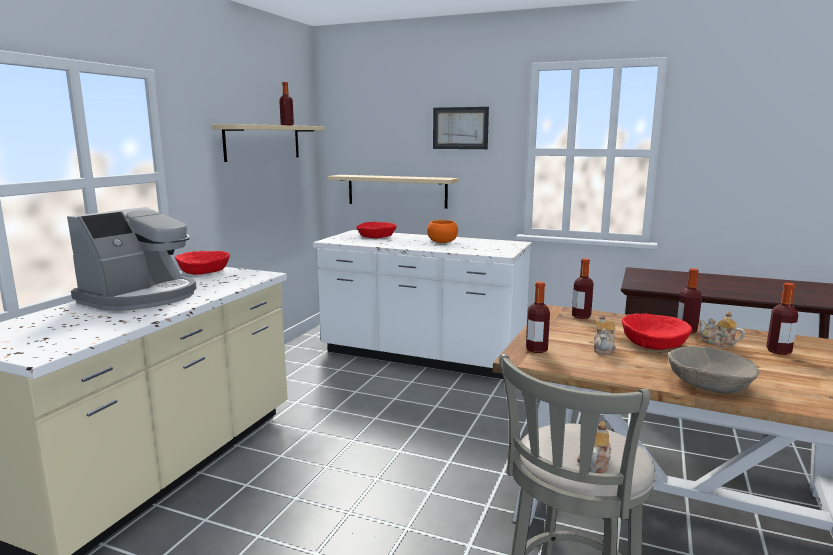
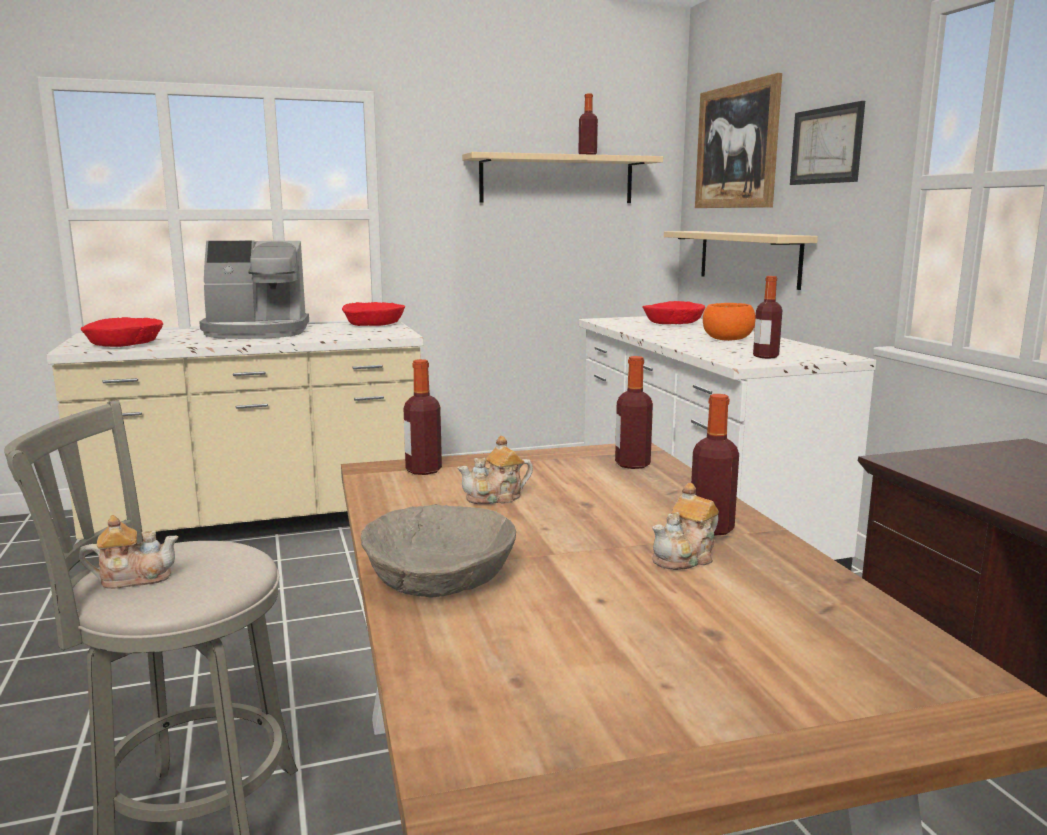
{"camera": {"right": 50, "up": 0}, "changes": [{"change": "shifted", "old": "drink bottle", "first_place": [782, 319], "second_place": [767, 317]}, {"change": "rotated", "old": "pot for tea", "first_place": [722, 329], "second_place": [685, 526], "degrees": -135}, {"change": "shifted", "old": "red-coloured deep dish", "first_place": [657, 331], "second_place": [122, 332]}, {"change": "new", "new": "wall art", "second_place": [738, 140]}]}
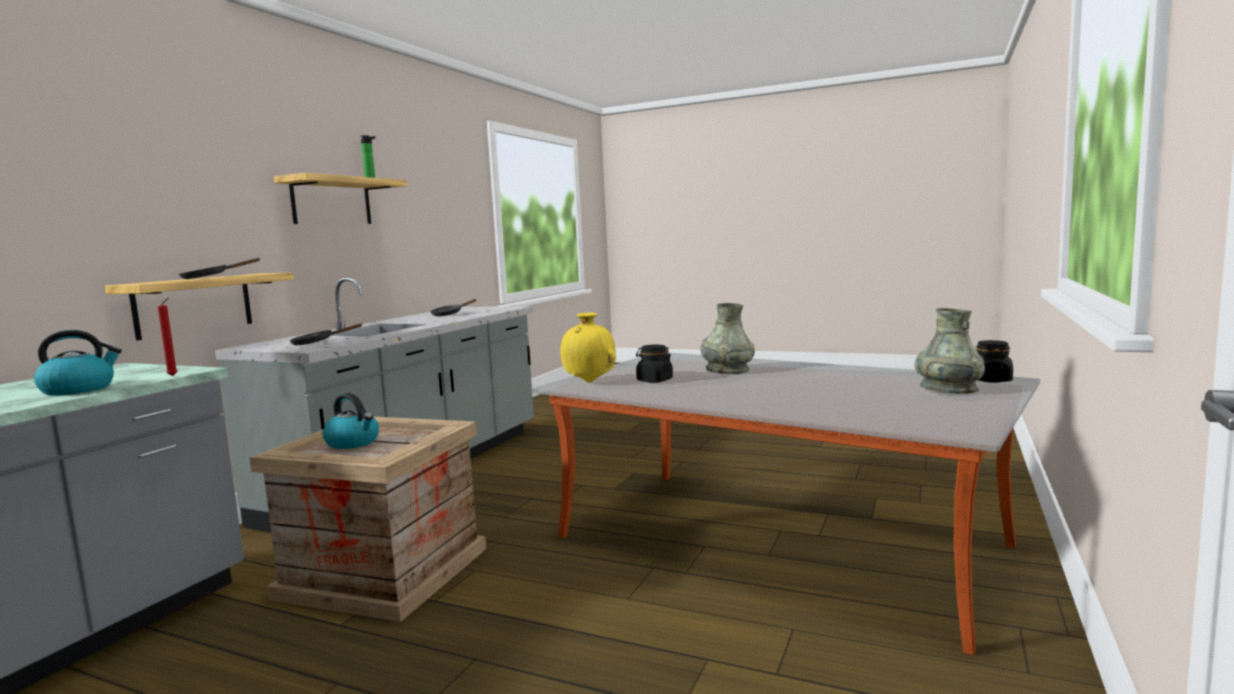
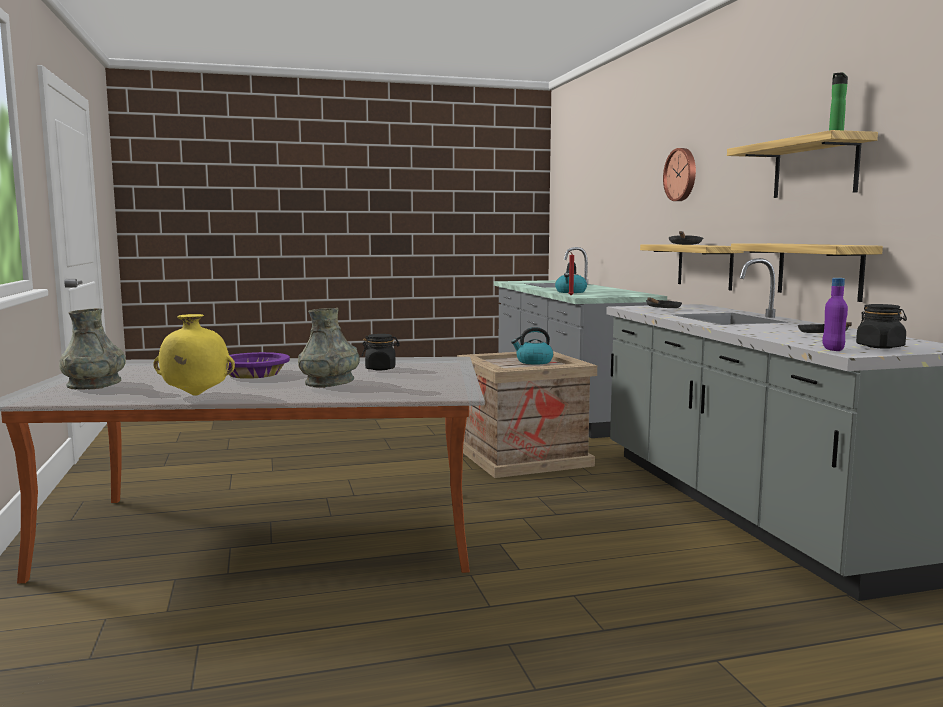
{"camera": {"right": 140, "up": 0}, "changes": [{"change": "shifted", "old": "yellowish vase", "first_place": [588, 347], "second_place": [194, 355]}, {"change": "shifted", "old": "black-coloured preserve jar", "first_place": [994, 361], "second_place": [881, 326]}, {"change": "new", "new": "wall clock", "second_place": [679, 174]}, {"change": "new", "new": "shelf", "second_place": [807, 272]}, {"change": "new", "new": "purple-coloured drink bottle", "second_place": [835, 314]}, {"change": "new", "new": "purple-coloured deep dish", "second_place": [259, 365]}]}
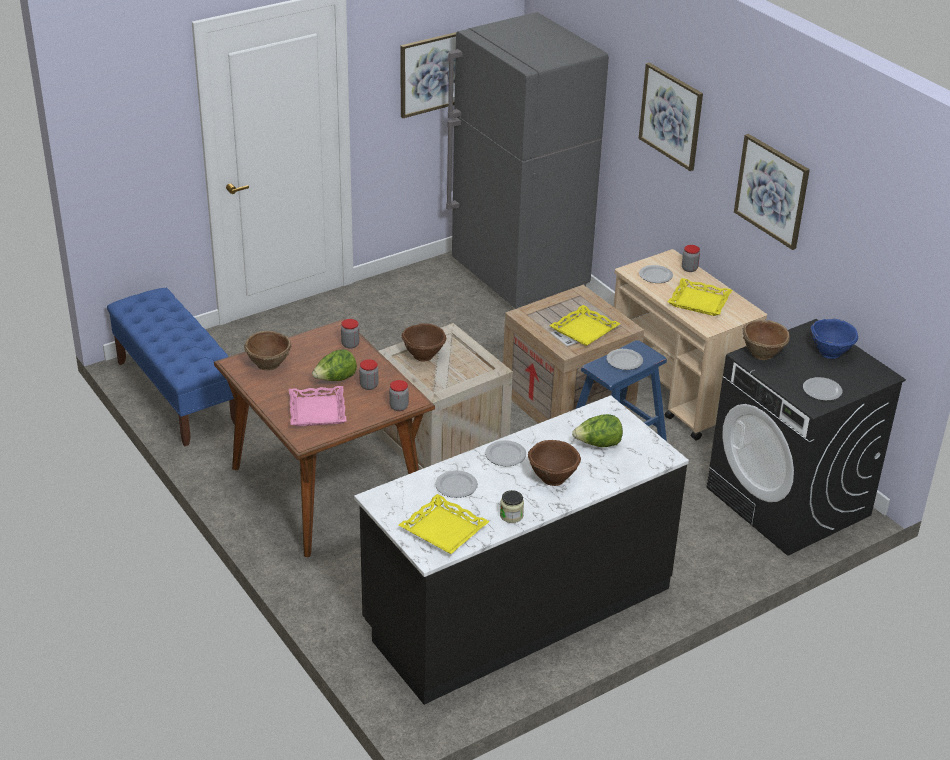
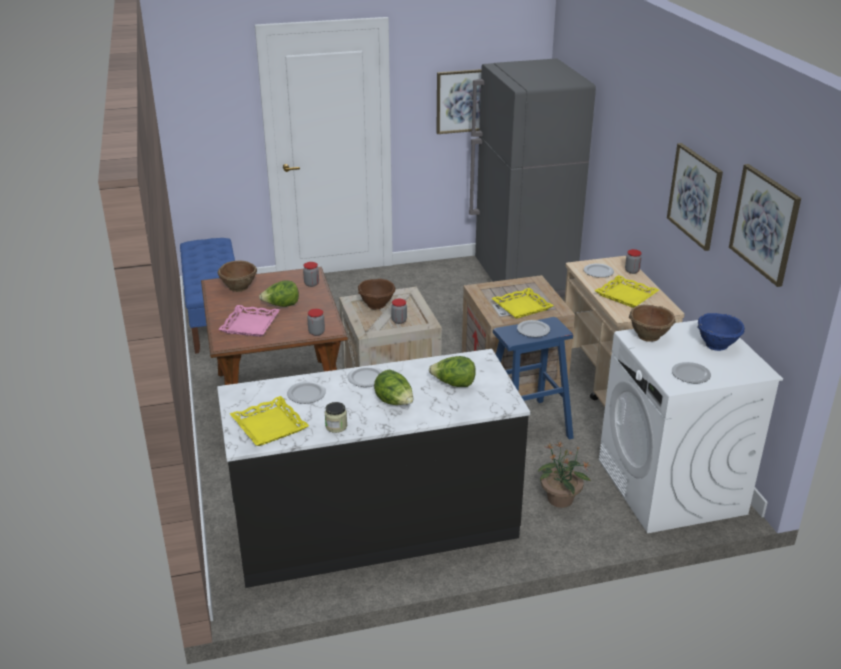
{"camera": {"right": 20, "up": -5}, "changes": [{"change": "shifted", "old": "wall art", "first_place": [671, 117], "second_place": [765, 225]}, {"change": "repainted", "old": "black-coloured washing machine", "new": "white washing machine", "first_place": [806, 437], "second_place": [691, 426]}, {"change": "shifted", "old": "preserve jar", "first_place": [368, 374], "second_place": [399, 311]}, {"change": "swapped", "old": "brown-coloured deep dish", "new": "lettuce head", "first_place": [554, 463], "second_place": [393, 387]}, {"change": "new", "new": "potted plant", "second_place": [564, 475]}]}
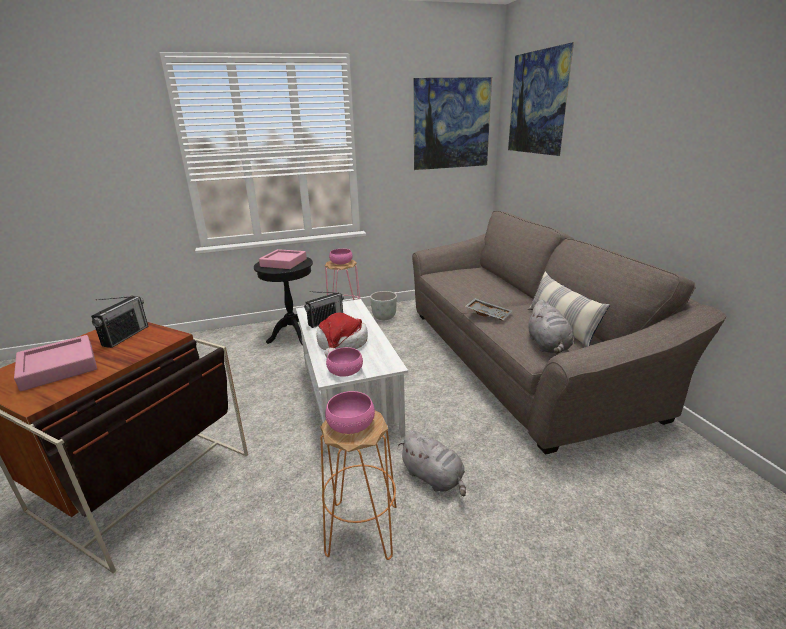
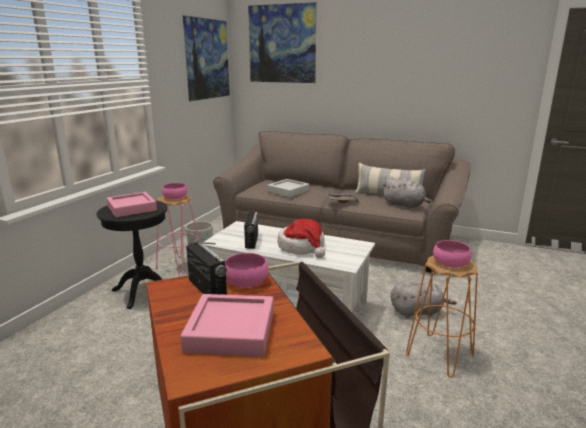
{"camera": {"right": -50, "up": -5}, "changes": [{"change": "shifted", "old": "pink-coloured deep dish", "first_place": [344, 362], "second_place": [247, 270]}, {"change": "new", "new": "gray serving tray", "second_place": [288, 188]}]}
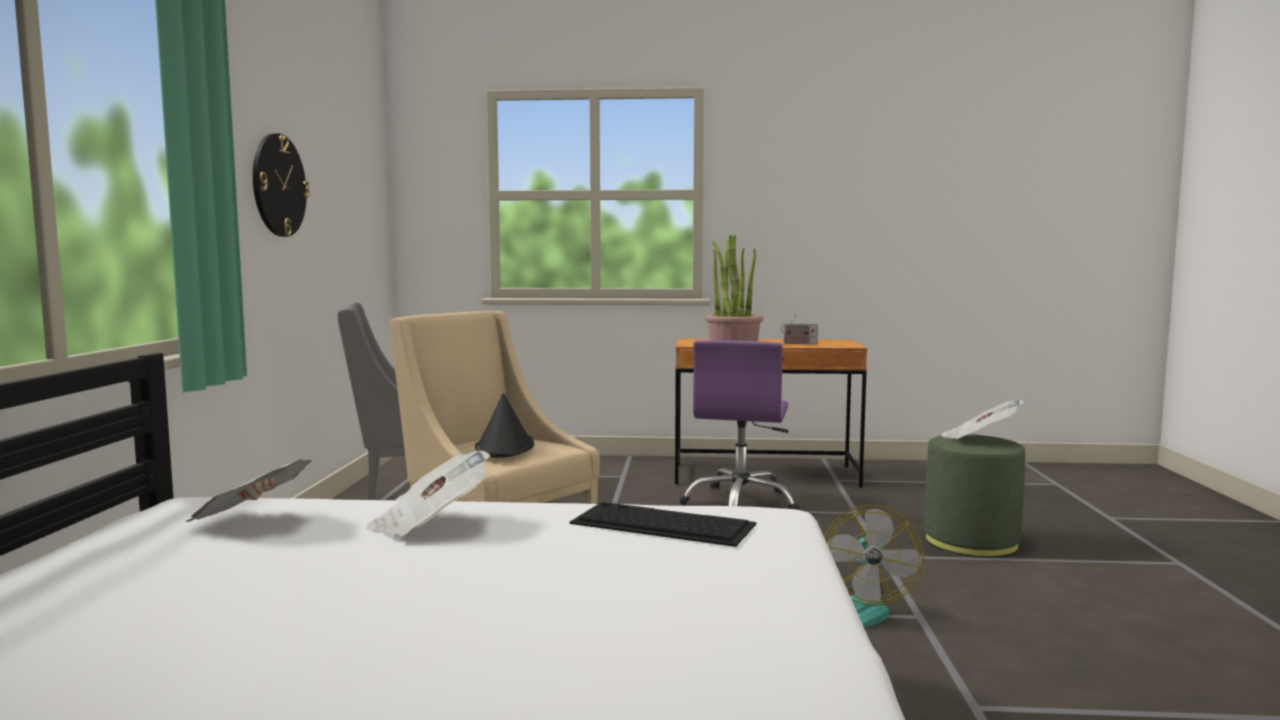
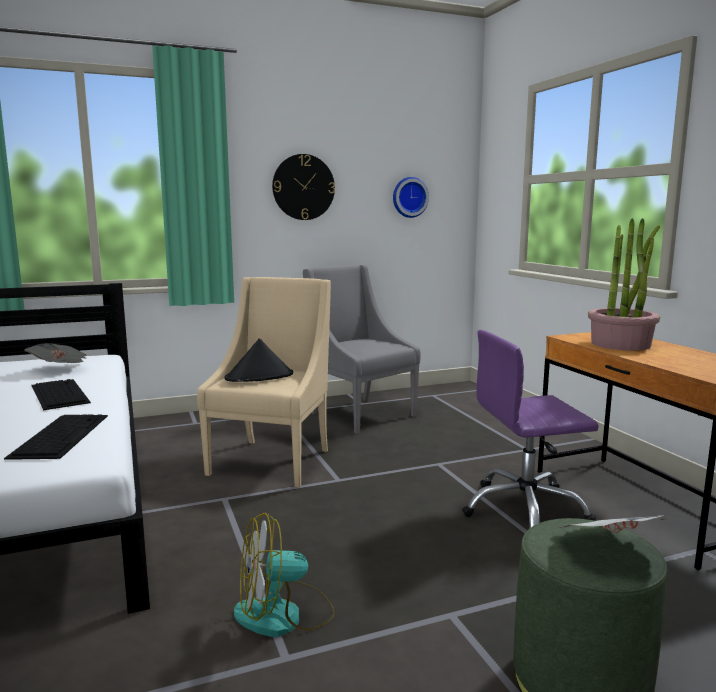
{"camera": {"right": 65, "up": 5}, "changes": [{"change": "gone", "old": "radio receiver", "first_place": [799, 329]}, {"change": "swapped", "old": "newspaper", "new": "keyboard", "first_place": [428, 494], "second_place": [61, 394]}, {"change": "new", "new": "wall clock", "second_place": [411, 197]}]}
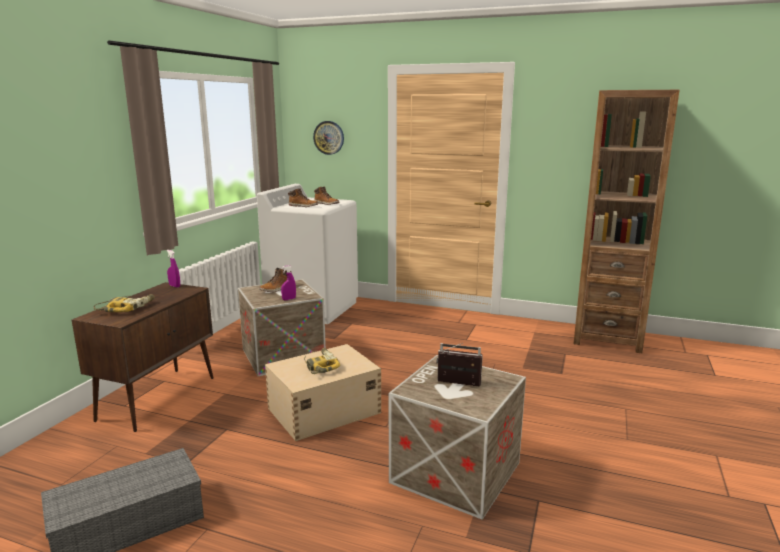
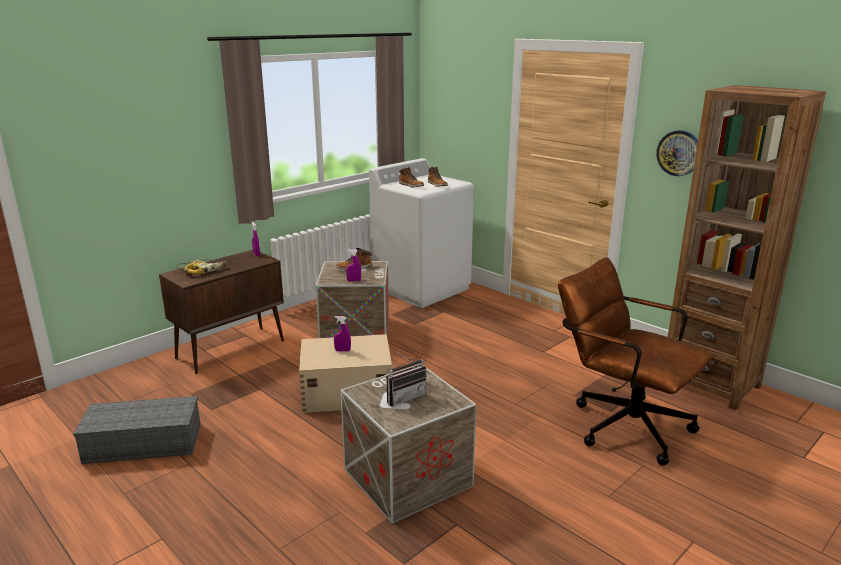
{"camera": {"right": 25, "up": 5}, "changes": [{"change": "shifted", "old": "wall clock", "first_place": [328, 138], "second_place": [677, 153]}, {"change": "rotated", "old": "radio receiver", "first_place": [460, 365], "second_place": [407, 378], "degrees": 105}, {"change": "swapped", "old": "drill", "new": "purple-coloured spray bottle", "first_place": [322, 361], "second_place": [342, 334]}, {"change": "new", "new": "brown-coloured computer chair", "second_place": [635, 361]}]}
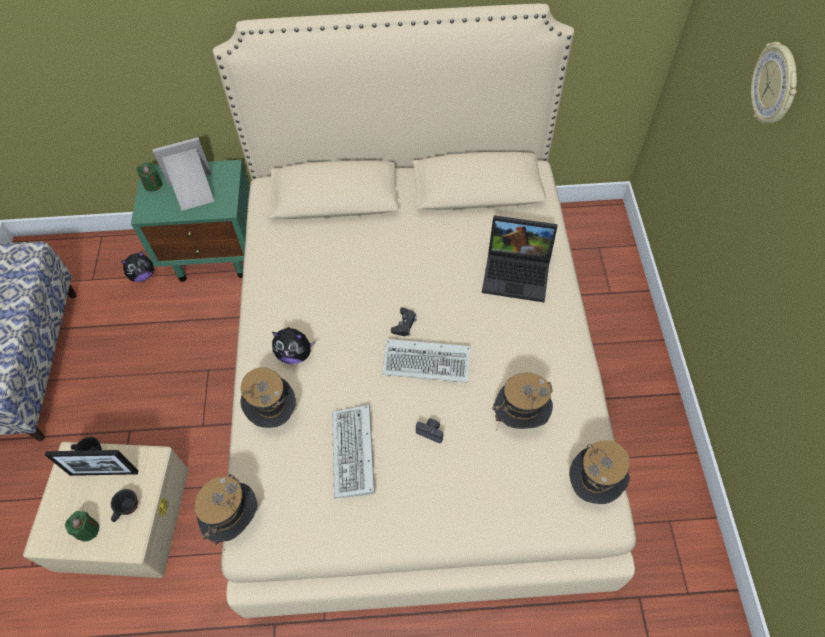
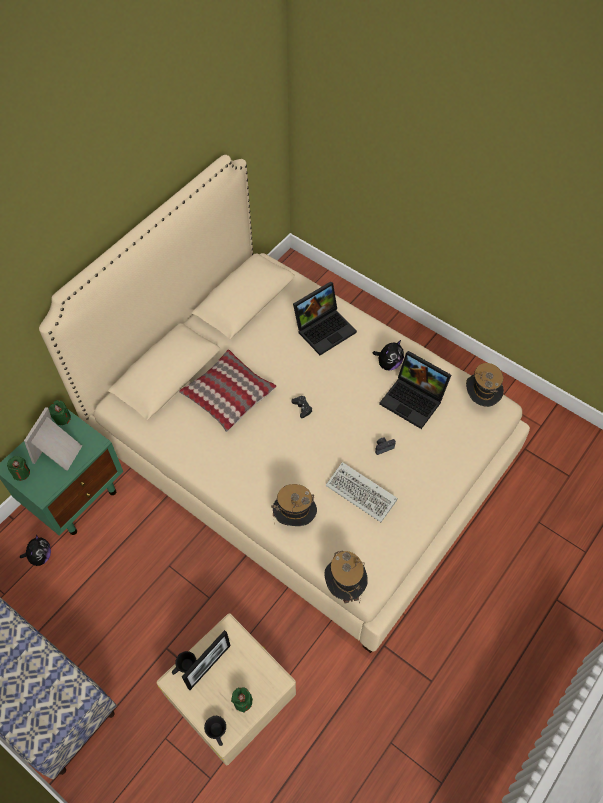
{"camera": {"right": -50, "up": 0}, "changes": [{"change": "gone", "old": "wall clock", "first_place": [774, 82]}, {"change": "shifted", "old": "soft toy", "first_place": [294, 345], "second_place": [388, 355]}, {"change": "gone", "old": "keyboard", "first_place": [426, 361]}, {"change": "swapped", "old": "clothing hat", "new": "notebook computer", "first_place": [522, 401], "second_place": [415, 390]}, {"change": "shifted", "old": "black-coloured drinking cup", "first_place": [124, 505], "second_place": [215, 731]}, {"change": "new", "new": "cushion", "second_place": [228, 391]}, {"change": "new", "new": "greenish candle", "second_place": [60, 412]}]}
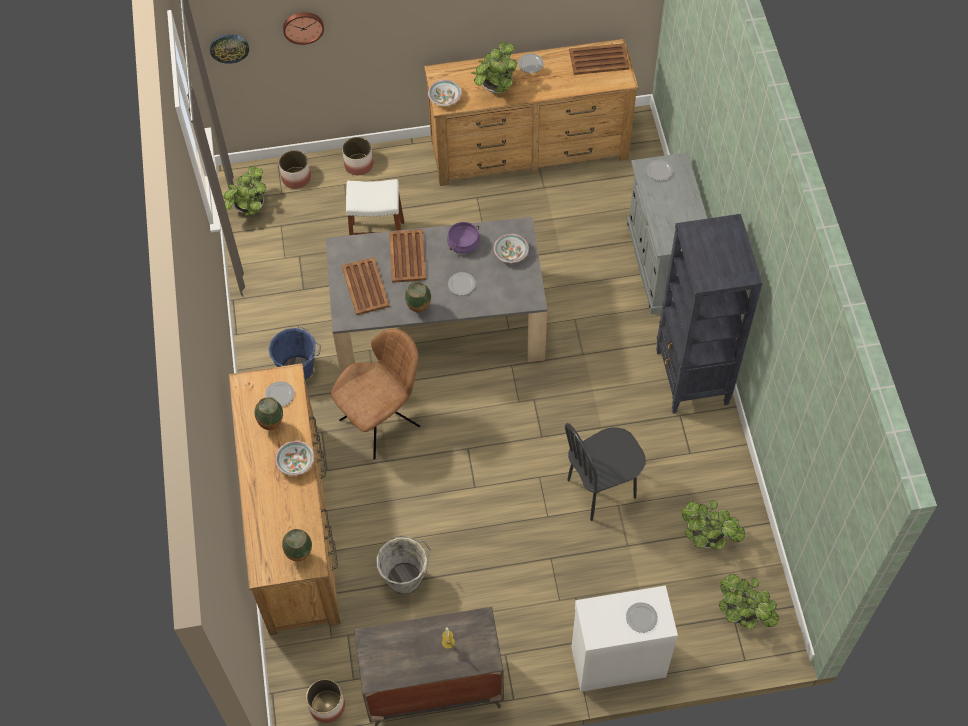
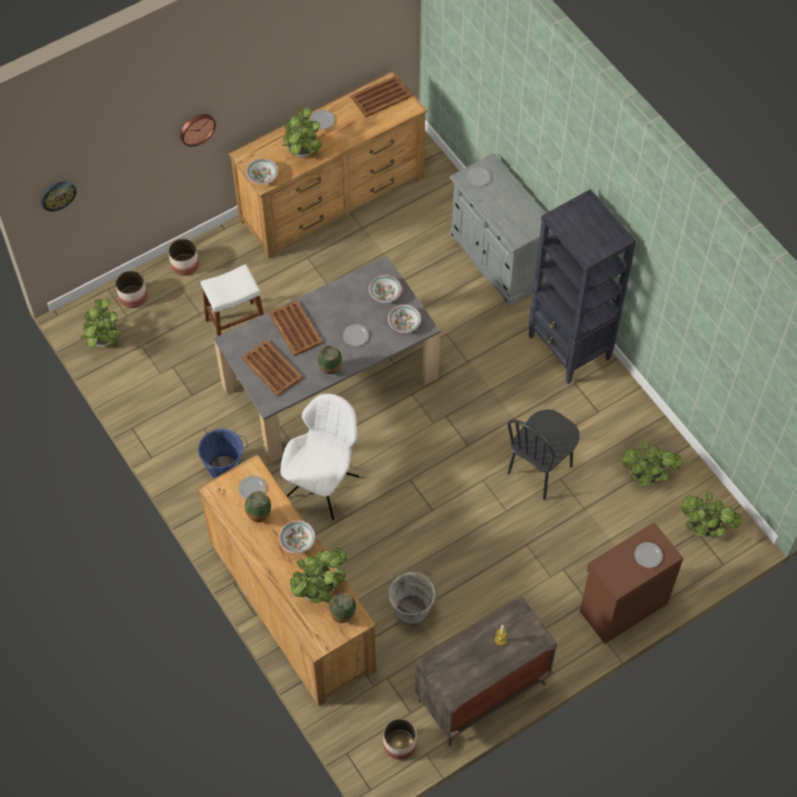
{"camera": {"right": -25, "up": 0}, "changes": [{"change": "shifted", "old": "wall clock", "first_place": [303, 28], "second_place": [198, 130]}, {"change": "gone", "old": "purple-coloured cooking pot", "first_place": [463, 238]}, {"change": "repainted", "old": "brown-coloured upright chair", "new": "white upright chair", "first_place": [375, 394], "second_place": [320, 457]}, {"change": "repainted", "old": "white storage cabinet", "new": "brown-coloured storage cabinet", "first_place": [624, 639], "second_place": [631, 583]}, {"change": "new", "new": "deep dish", "second_place": [404, 319]}, {"change": "new", "new": "potted plant", "second_place": [318, 575]}]}
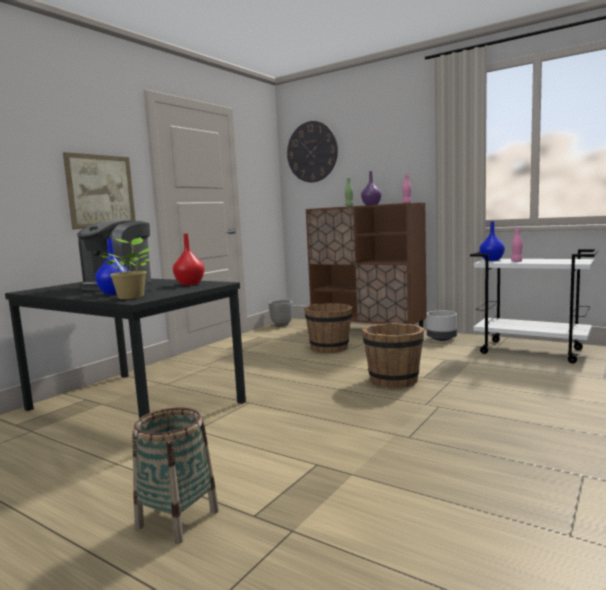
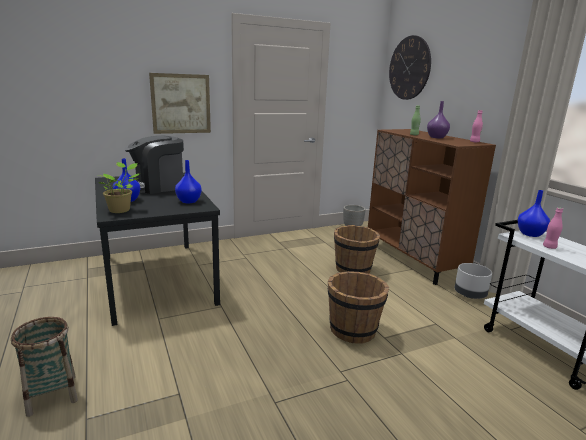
{"camera": {"right": 30, "up": 10}, "changes": [{"change": "repainted", "old": "red-coloured vase", "new": "blue-coloured vase", "first_place": [189, 259], "second_place": [188, 182]}]}
